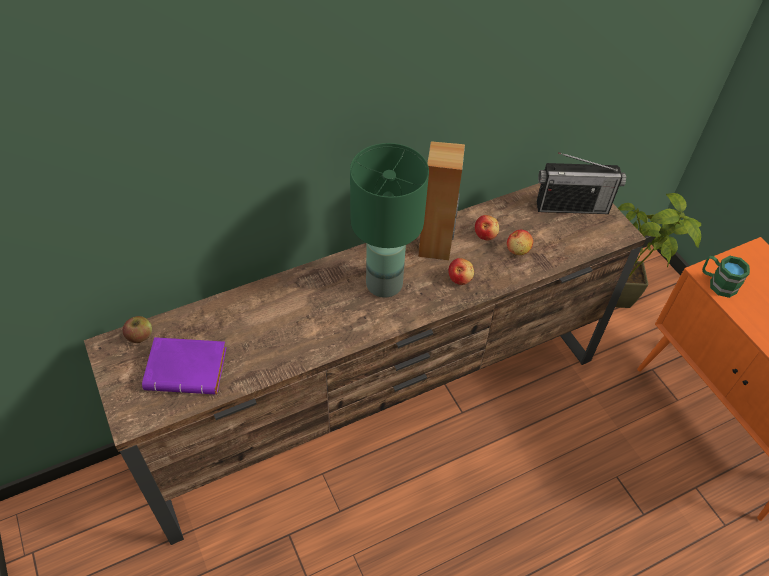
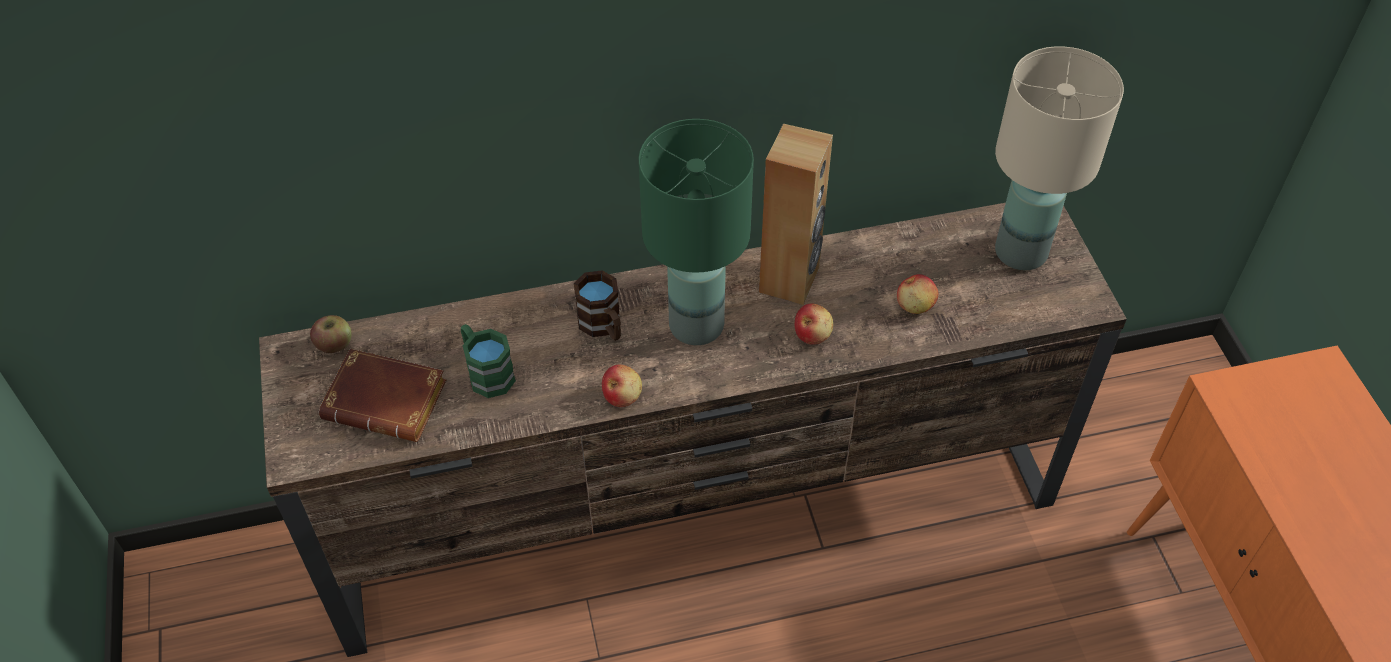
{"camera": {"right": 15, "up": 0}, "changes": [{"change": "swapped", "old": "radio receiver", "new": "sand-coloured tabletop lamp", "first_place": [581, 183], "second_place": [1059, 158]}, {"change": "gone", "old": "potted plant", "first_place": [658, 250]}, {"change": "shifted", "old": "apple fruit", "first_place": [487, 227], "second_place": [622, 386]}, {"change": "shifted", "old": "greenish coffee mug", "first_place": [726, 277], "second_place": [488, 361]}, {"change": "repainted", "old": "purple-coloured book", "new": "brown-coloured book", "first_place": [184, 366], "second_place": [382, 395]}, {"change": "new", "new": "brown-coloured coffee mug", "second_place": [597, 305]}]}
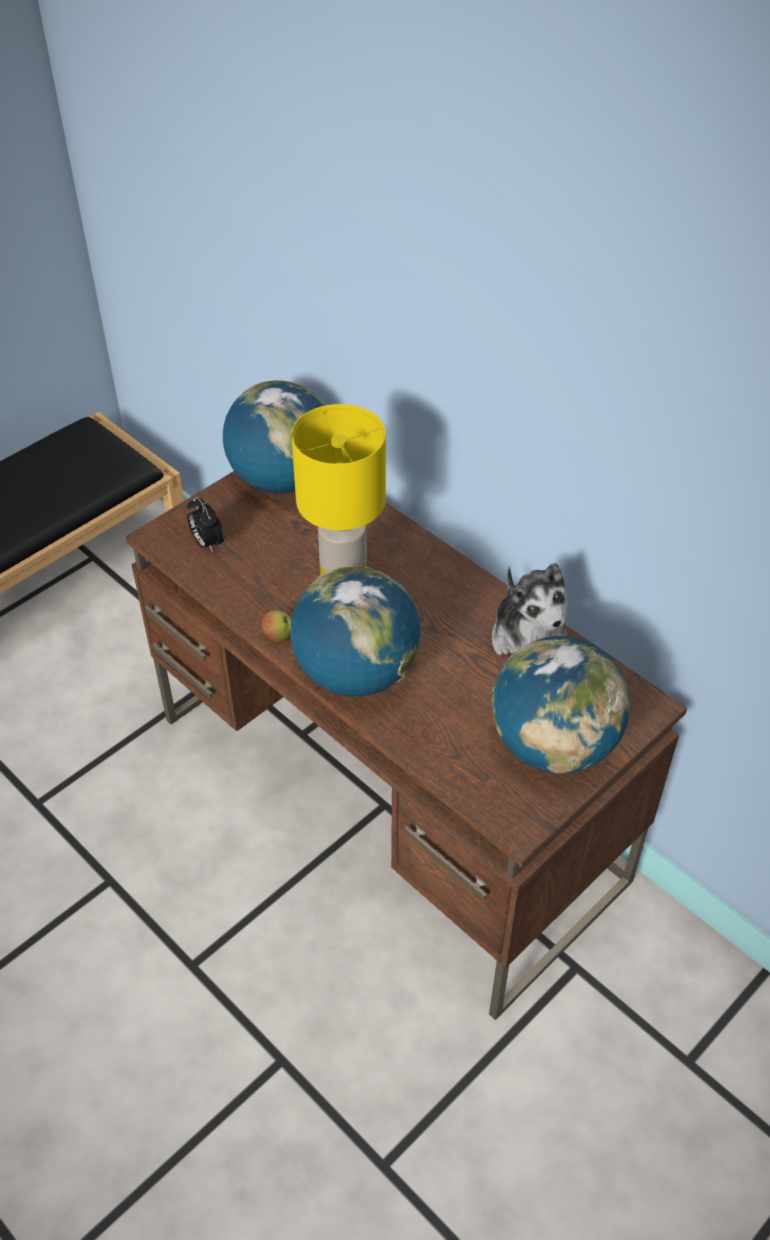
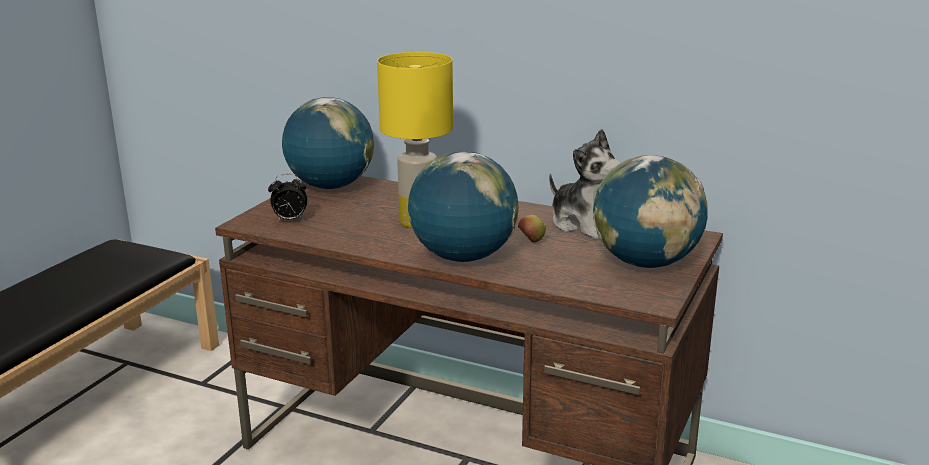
{"camera": {"right": -20, "up": -25}, "changes": [{"change": "rotated", "old": "alarm clock", "first_place": [205, 525], "second_place": [287, 198], "degrees": -45}, {"change": "shifted", "old": "apple fruit", "first_place": [276, 626], "second_place": [532, 228]}]}
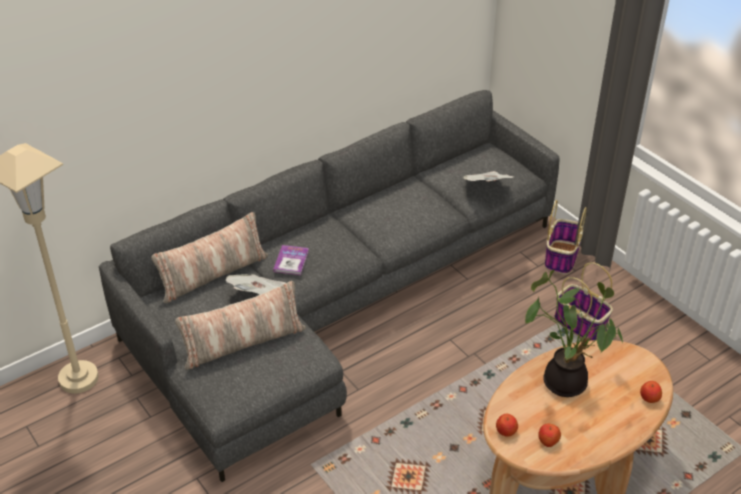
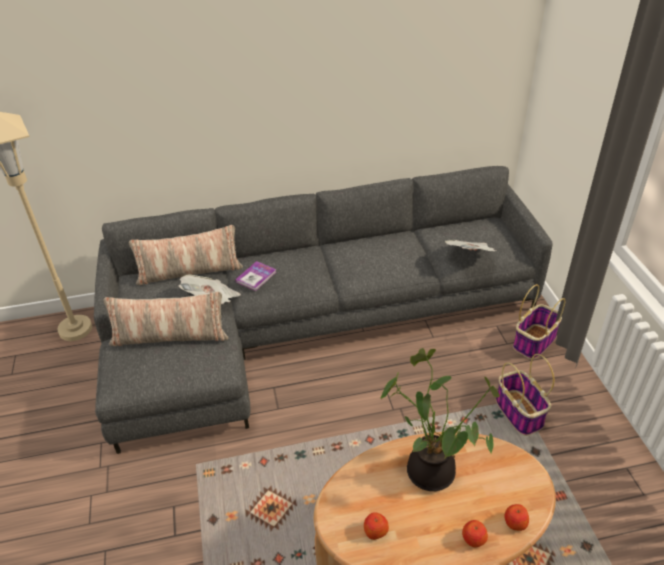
{"camera": {"right": 25, "up": 0}, "changes": [{"change": "shifted", "old": "apple fruit", "first_place": [507, 425], "second_place": [475, 533]}]}
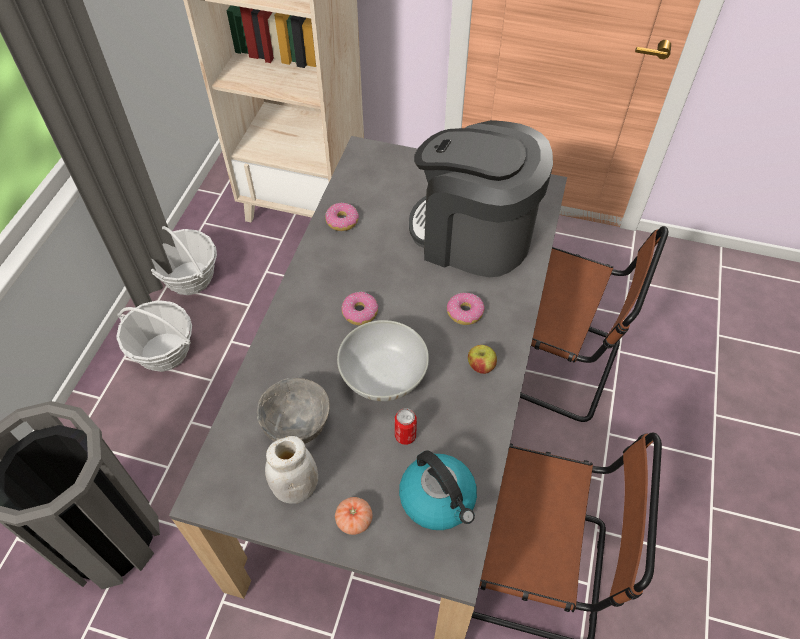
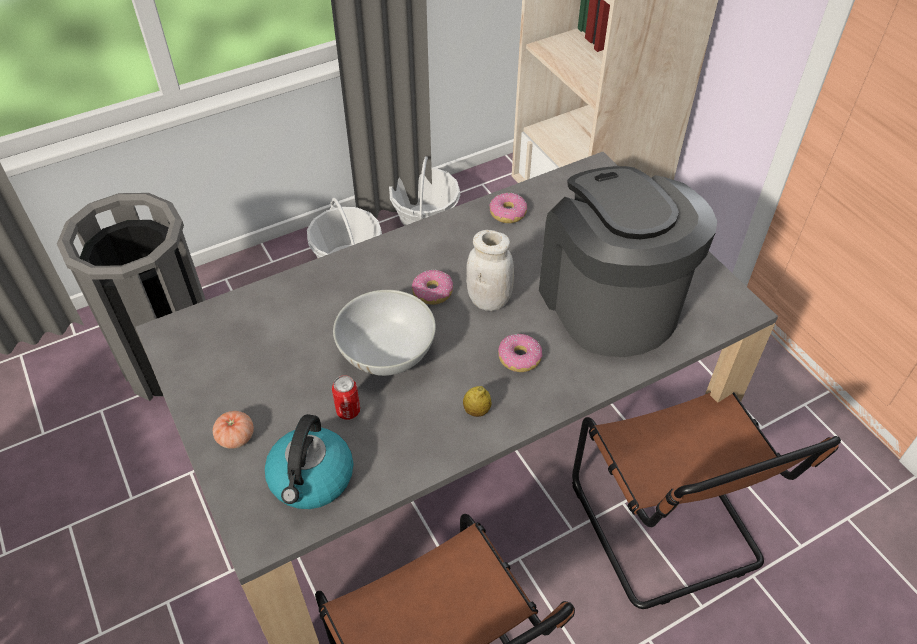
{"camera": {"right": 45, "up": -5}, "changes": [{"change": "swapped", "old": "apple fruit", "new": "whole lemon", "first_place": [482, 359], "second_place": [477, 401]}, {"change": "gone", "old": "gray deep dish", "first_place": [293, 411]}, {"change": "shifted", "old": "white preserve jar", "first_place": [291, 470], "second_place": [490, 270]}]}
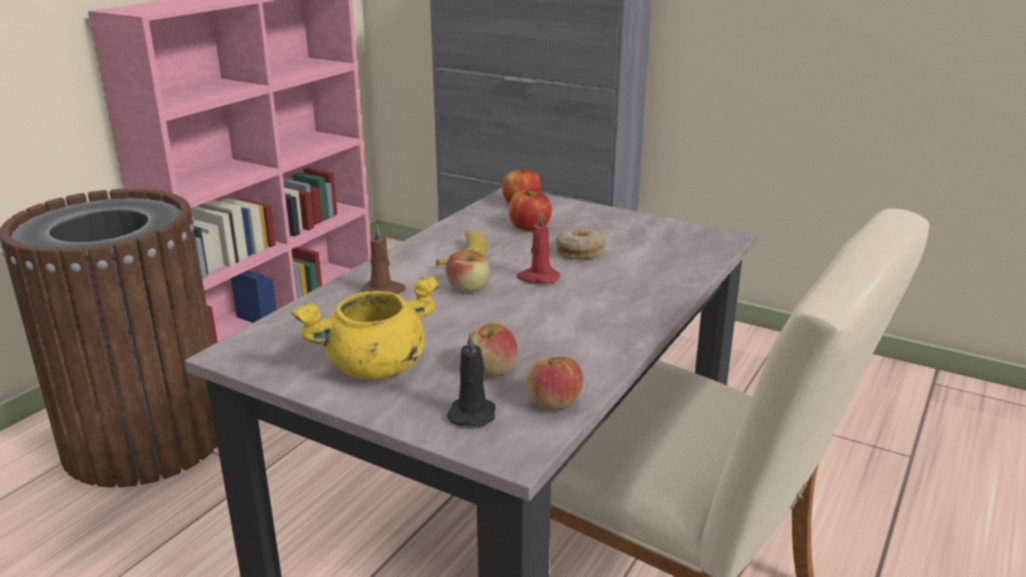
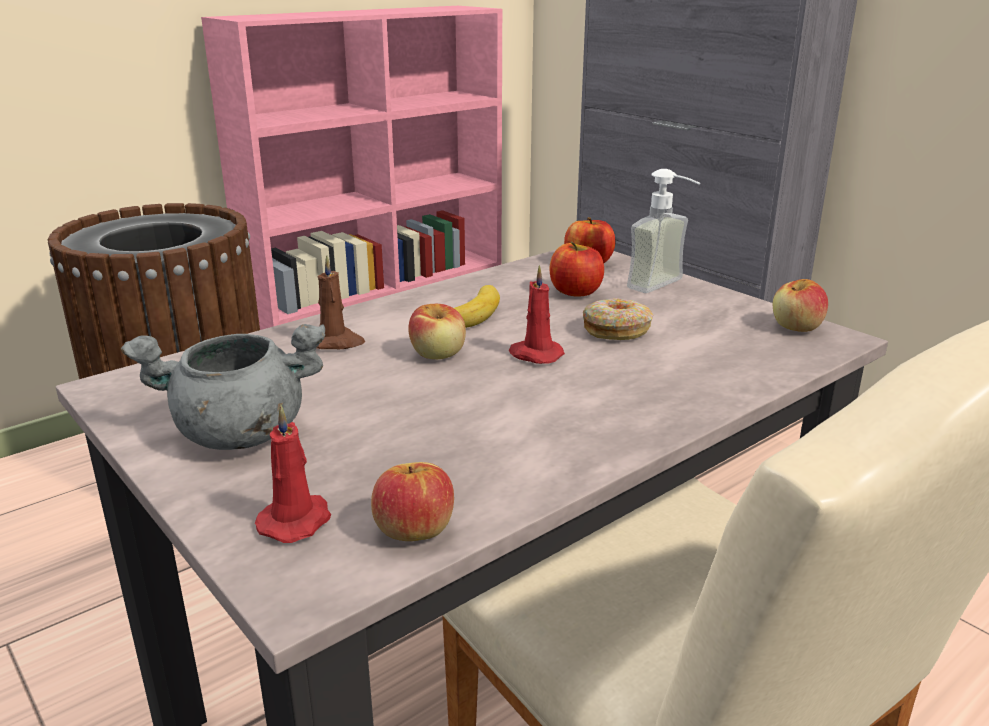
{"camera": {"right": 20, "up": 0}, "changes": [{"change": "repainted", "old": "yellowish cooking pot", "new": "gray cooking pot", "first_place": [365, 328], "second_place": [223, 387]}, {"change": "shifted", "old": "apple fruit", "first_place": [491, 350], "second_place": [800, 305]}, {"change": "repainted", "old": "black-coloured candle", "new": "red-coloured candle", "first_place": [471, 379], "second_place": [293, 474]}, {"change": "new", "new": "soap bottle", "second_place": [663, 231]}]}
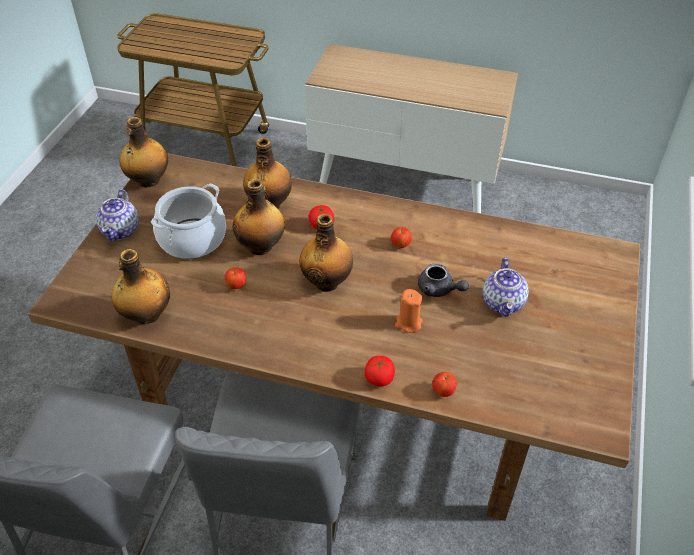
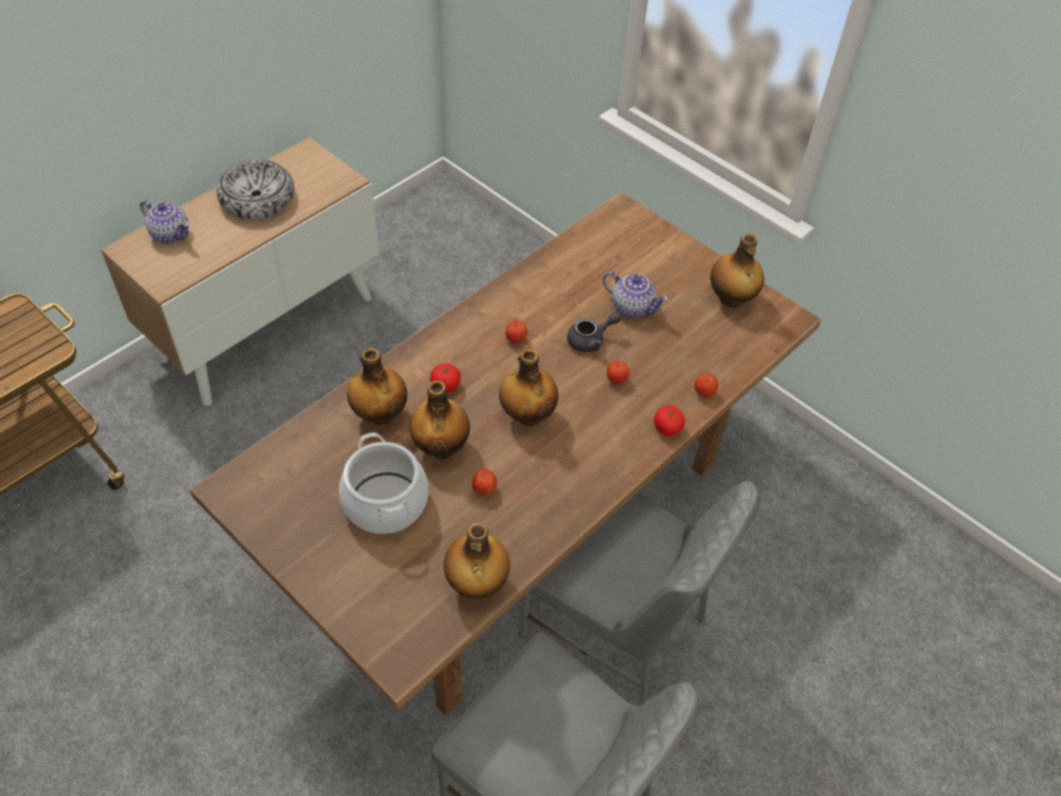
{"camera": {"right": -65, "up": 5}, "changes": [{"change": "shifted", "old": "drink bottle", "first_place": [144, 152], "second_place": [737, 270]}, {"change": "shifted", "old": "pot for tea", "first_place": [117, 215], "second_place": [164, 221]}, {"change": "swapped", "old": "orangey candle", "new": "apple fruit", "first_place": [409, 311], "second_place": [618, 372]}, {"change": "new", "new": "deep dish", "second_place": [255, 189]}]}
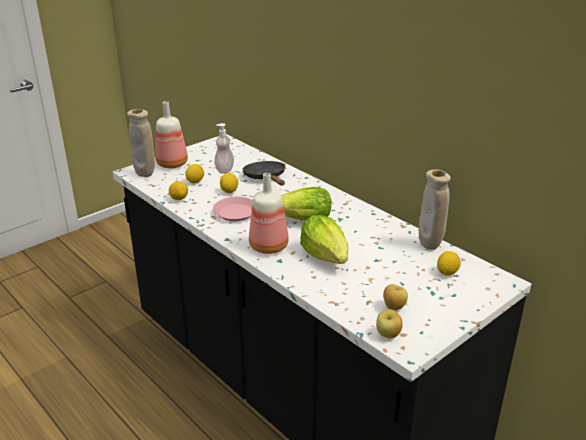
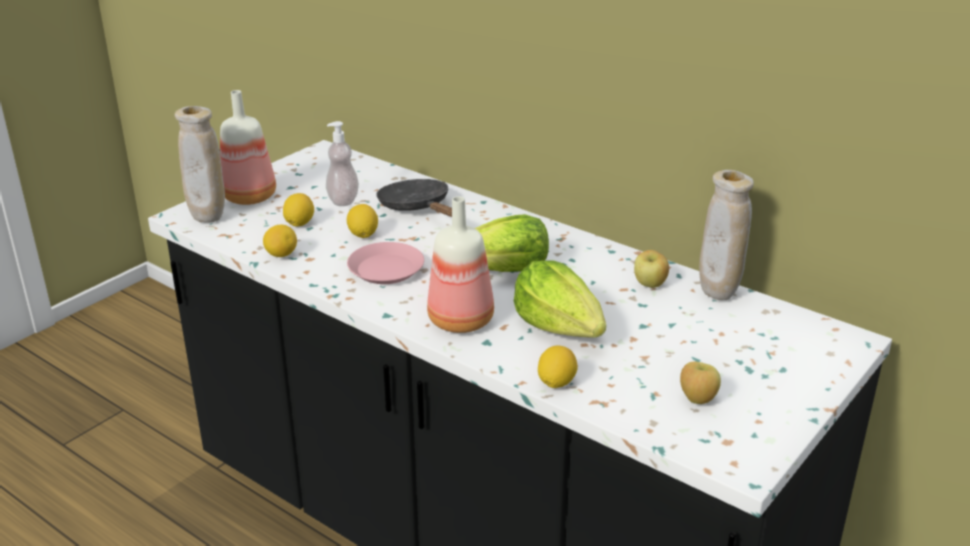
{"camera": {"right": -10, "up": 0}, "changes": [{"change": "shifted", "old": "whole lemon", "first_place": [449, 263], "second_place": [558, 367]}, {"change": "shifted", "old": "apple fruit", "first_place": [389, 323], "second_place": [651, 269]}]}
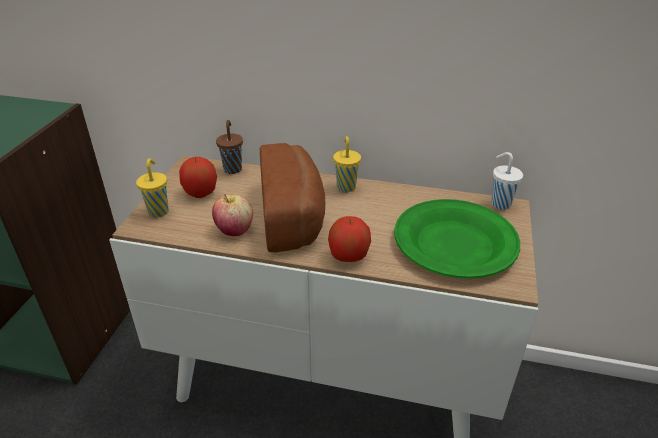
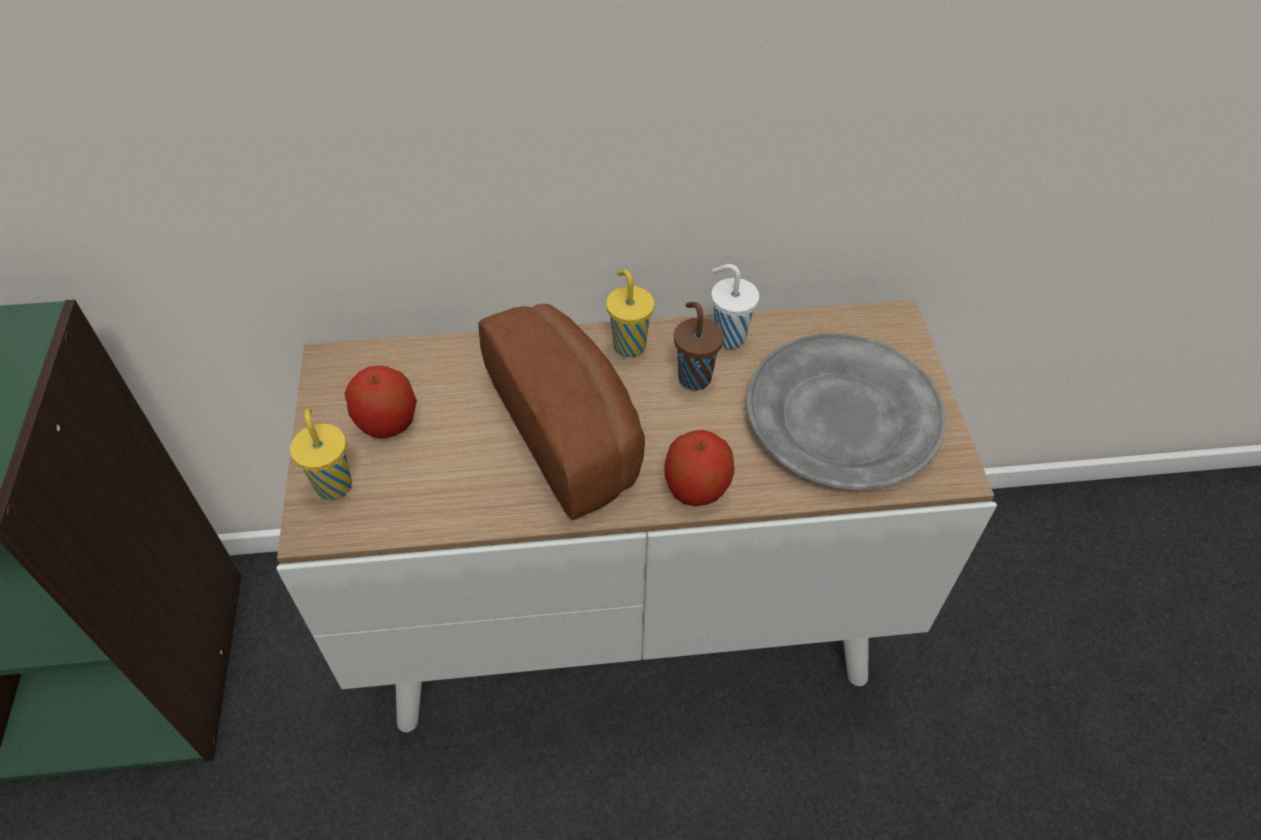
{"camera": {"right": -20, "up": 15}, "changes": [{"change": "shifted", "old": "brown-coloured drinking cup", "first_place": [229, 147], "second_place": [699, 346]}, {"change": "shifted", "old": "white drinking cup", "first_place": [507, 181], "second_place": [735, 306]}, {"change": "gone", "old": "apple fruit", "first_place": [232, 215]}, {"change": "repainted", "old": "greenish flat dish", "new": "gray flat dish", "first_place": [457, 239], "second_place": [846, 412]}]}
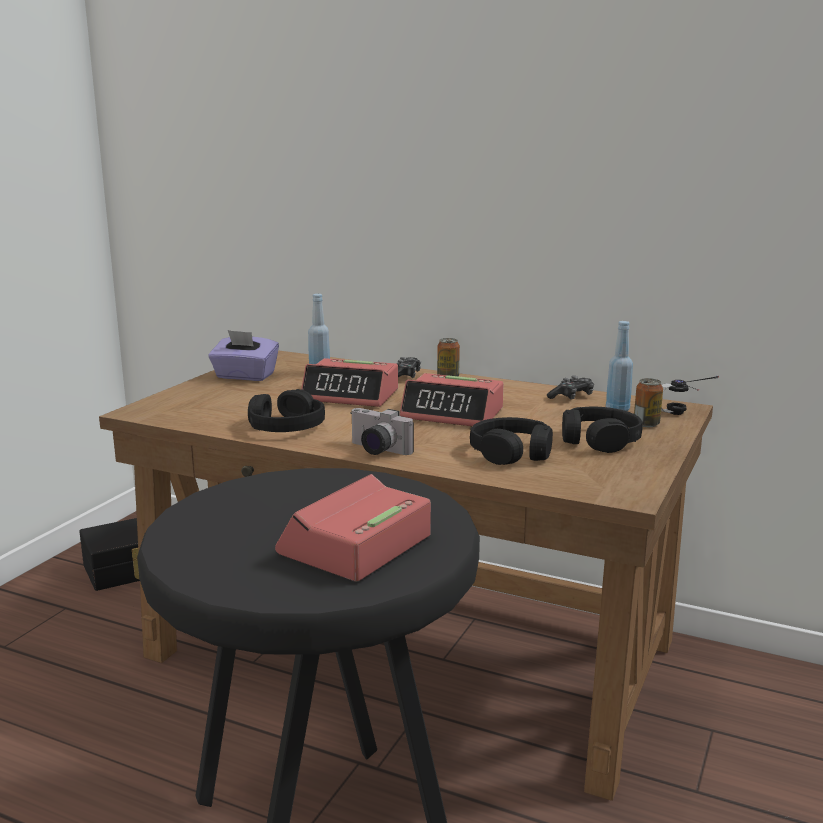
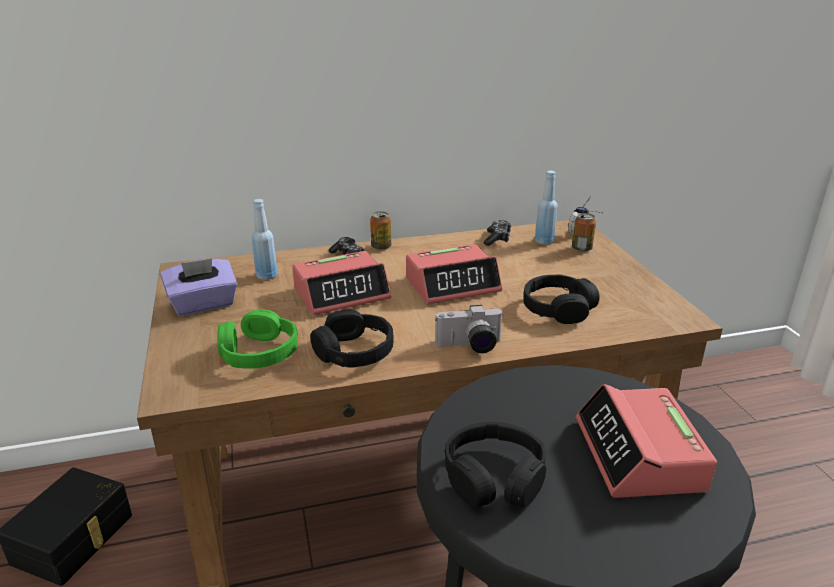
{"camera": {"right": -40, "up": 10}, "changes": [{"change": "shifted", "old": "black-coloured headphones", "first_place": [602, 430], "second_place": [495, 464]}, {"change": "new", "new": "greenish headphones", "second_place": [257, 339]}]}
